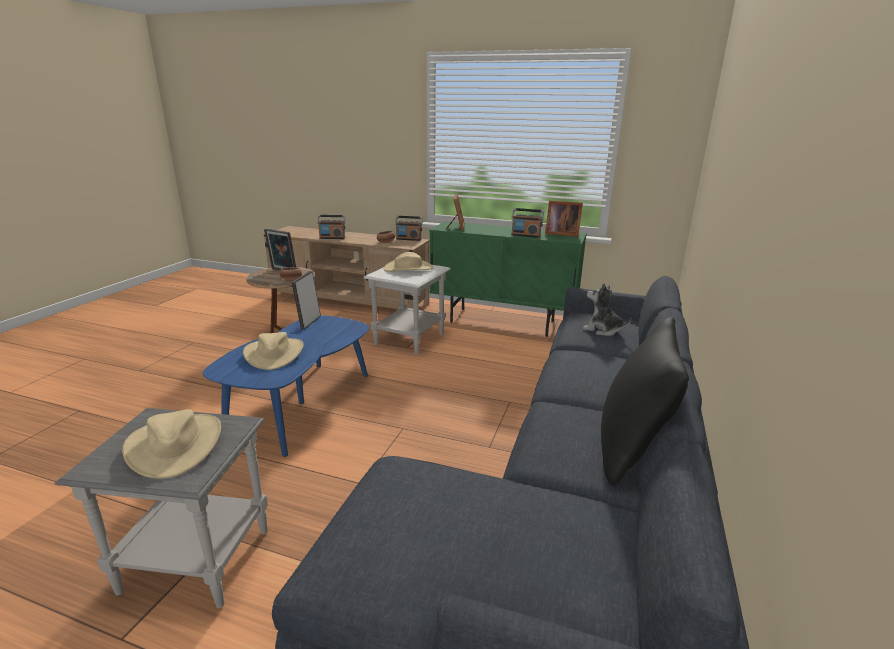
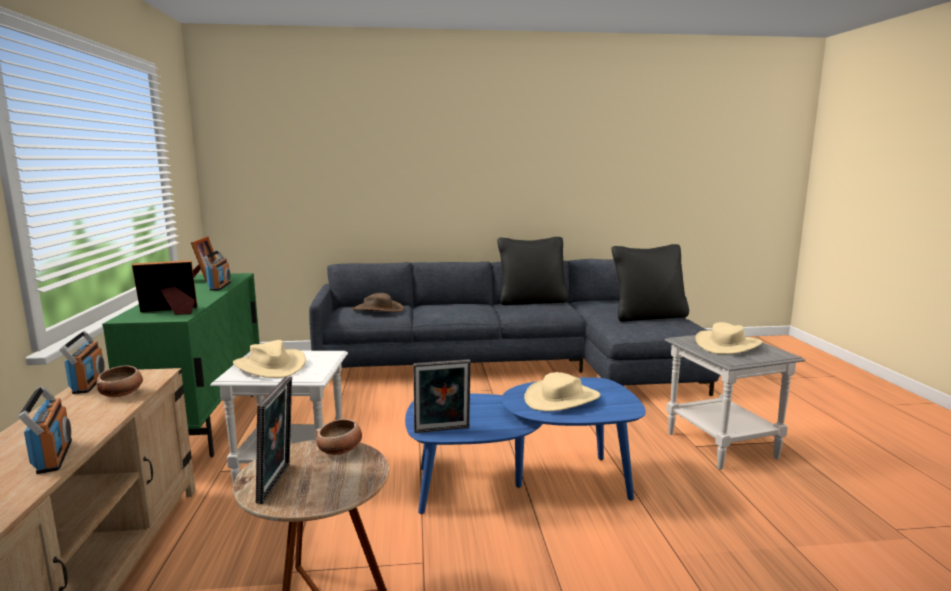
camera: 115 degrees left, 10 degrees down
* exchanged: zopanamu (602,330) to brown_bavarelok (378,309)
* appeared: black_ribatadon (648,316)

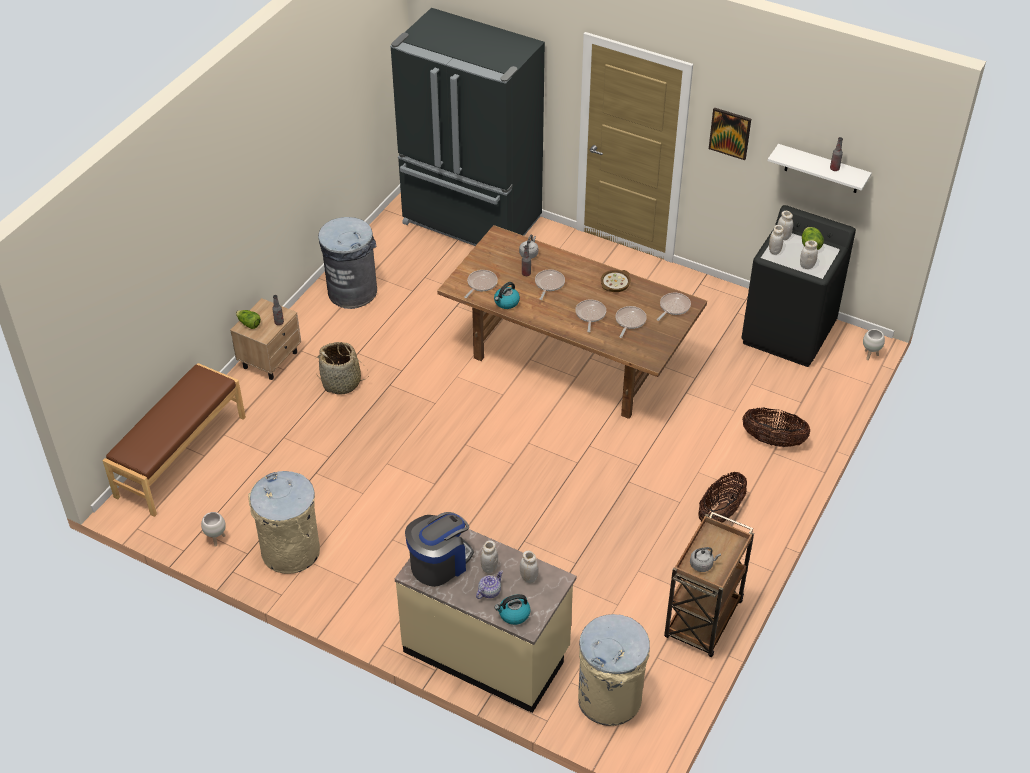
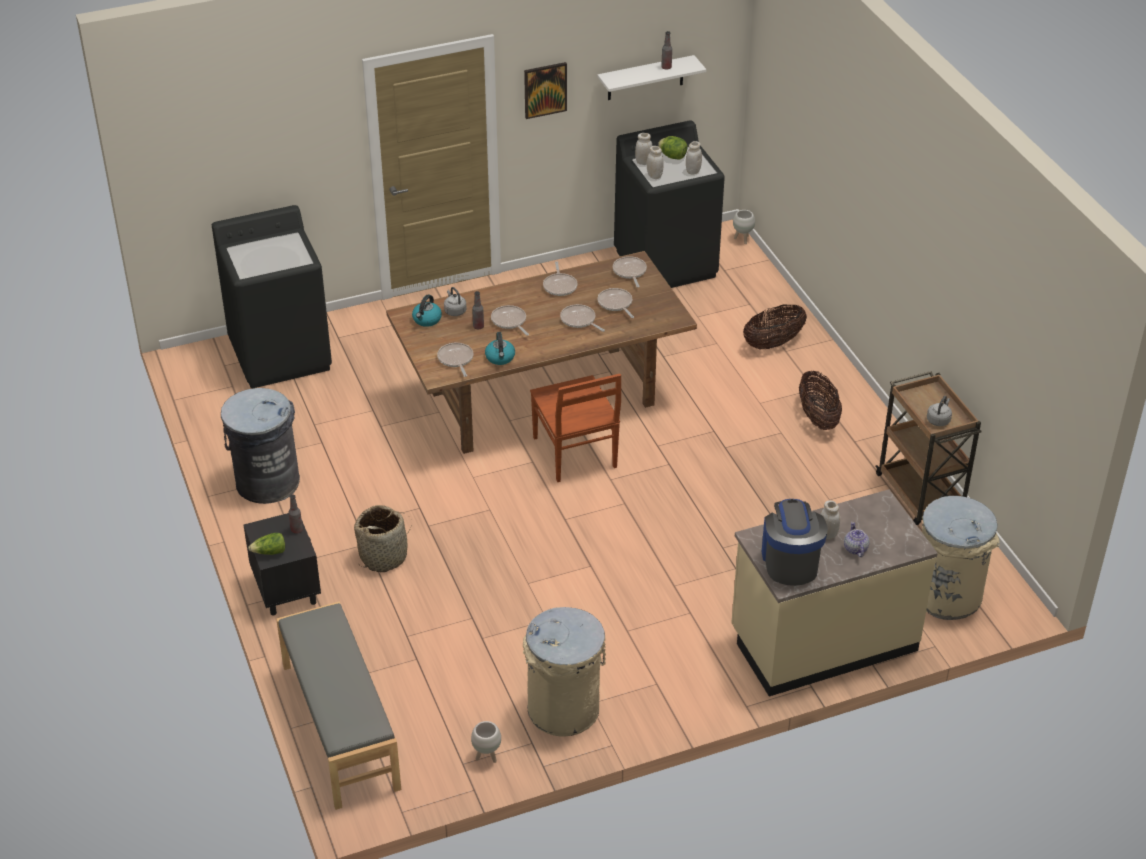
camera: 50 degrees left, 5 degrees down
* exchanged: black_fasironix (471,222) to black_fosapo (281,354)
* colour: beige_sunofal (271,359) to black_sunofal (286,589)
* colour: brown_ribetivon (180,456) to grey_ribetivon (339,726)
* relocated: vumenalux (513,614) to (427,320)
* appeared: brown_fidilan (575,454)
* exchanged: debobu (615,284) to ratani (560,286)
* missing: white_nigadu (529,578)

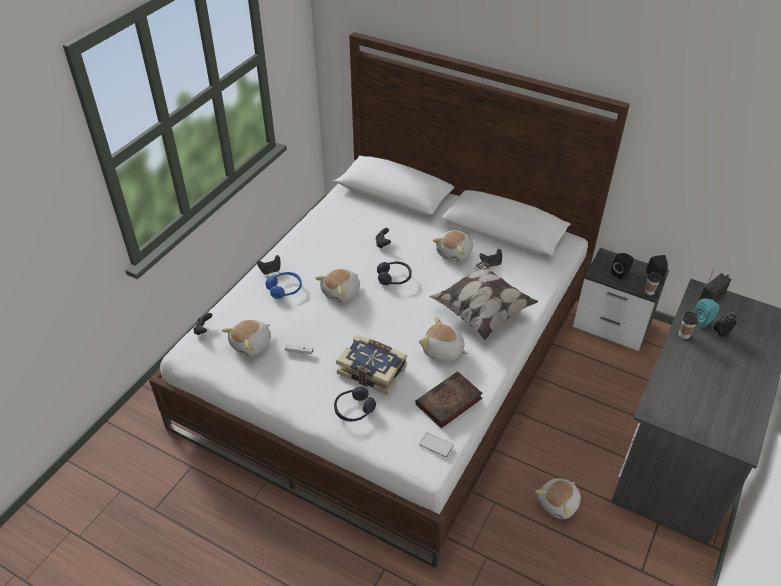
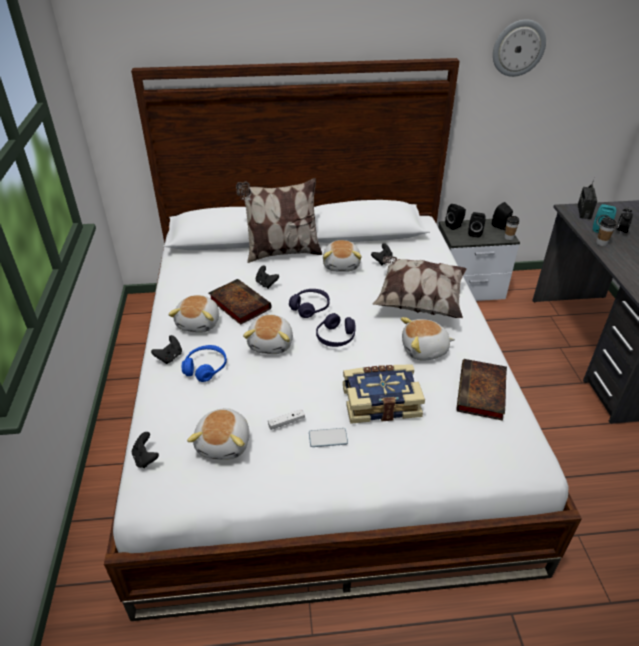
camera: 35 degrees left, 5 degrees down
* relocated: zopanamu (559,503) to (199,323)
* appeared: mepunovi (238,304)
* appeared: ribatadon (282,252)
* relocated: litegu (436,445) to (328,438)
* relocated: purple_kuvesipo (354,409) to (335,337)
* appeared: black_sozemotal (455,226)
* appeared: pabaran (518,48)

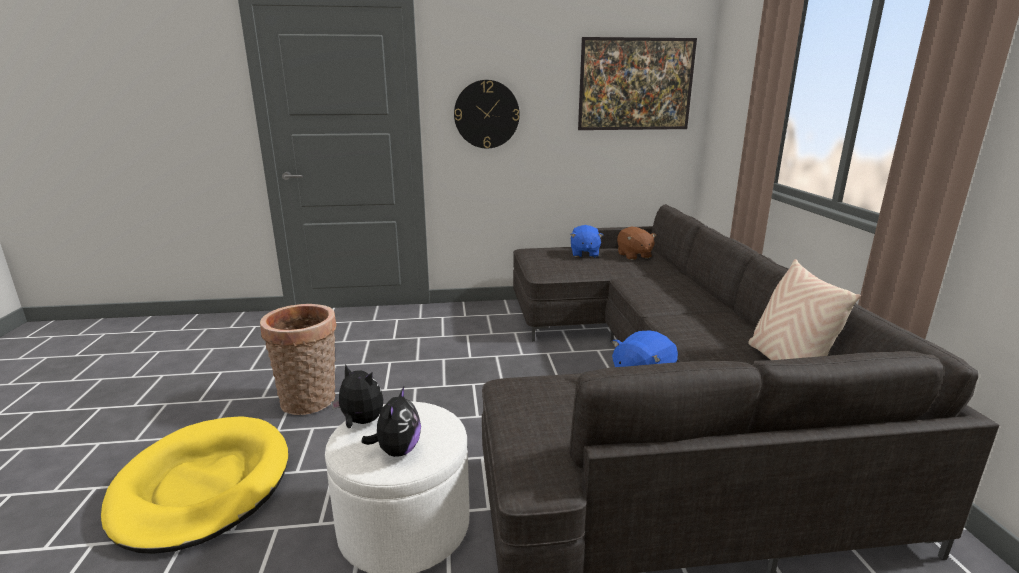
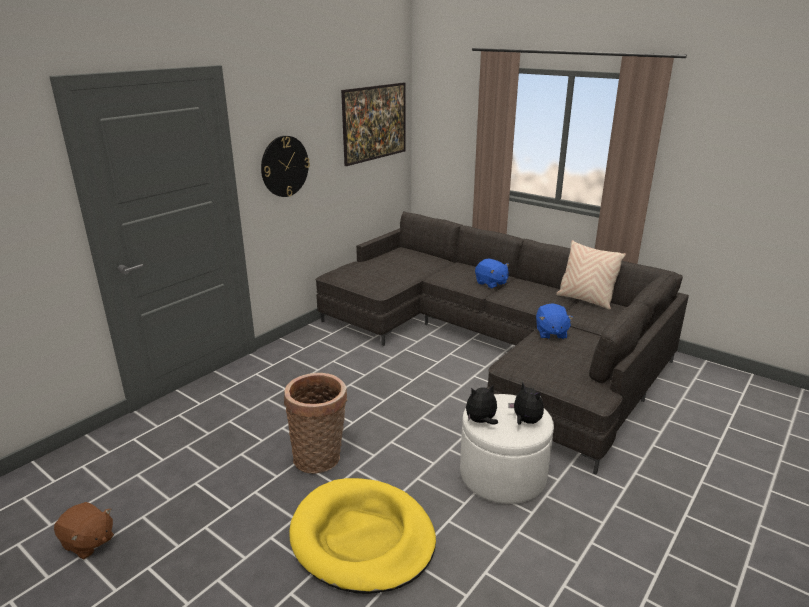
camera: 45 degrees left, 5 degrees up
* relocated: brown_zopanamu (634,255) to (88,542)
* relocated: blue_zopanamu (584,254) to (491,283)

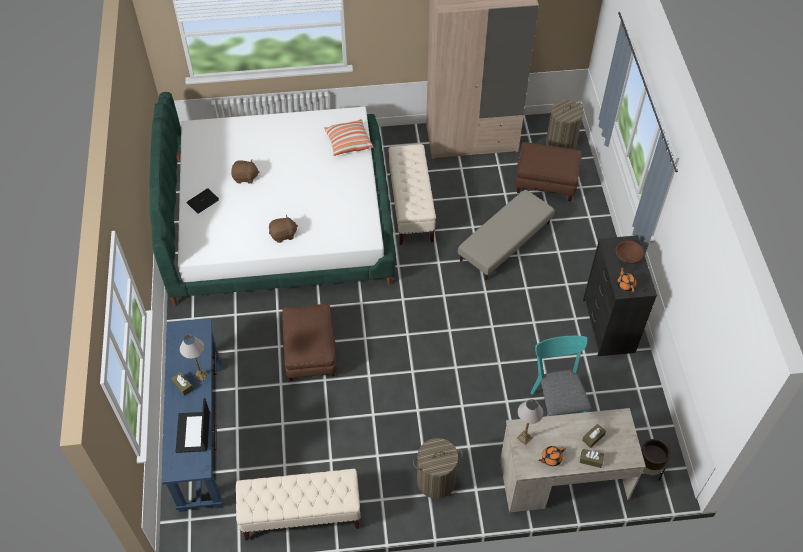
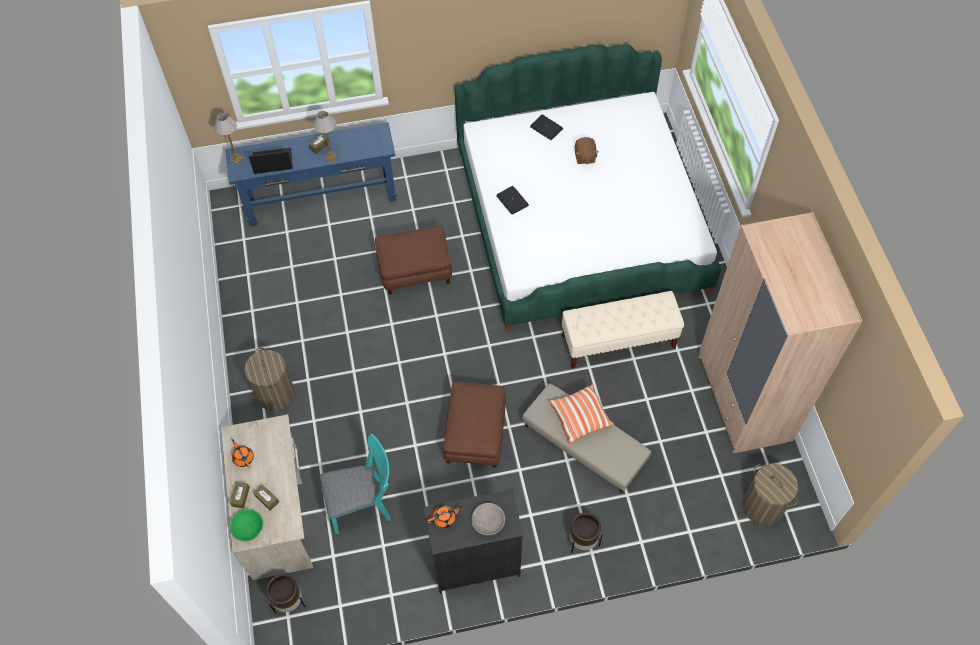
camera: 85 degrees right, 5 degrees up
* relocated: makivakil (525,437) to (236,159)
* appeared: green_debobu (248,528)
* relocated: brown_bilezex (546,181) to (475,434)
* colour: brown_debobu (628,256) to grey_debobu (488,522)
* exchanged: brown_zopanamu (283,235) to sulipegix (512,200)
* relocated: ribatadon (348,143) to (580,417)
* appeared: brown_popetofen (583,541)
* missing: beige_ribetivon (301,515)

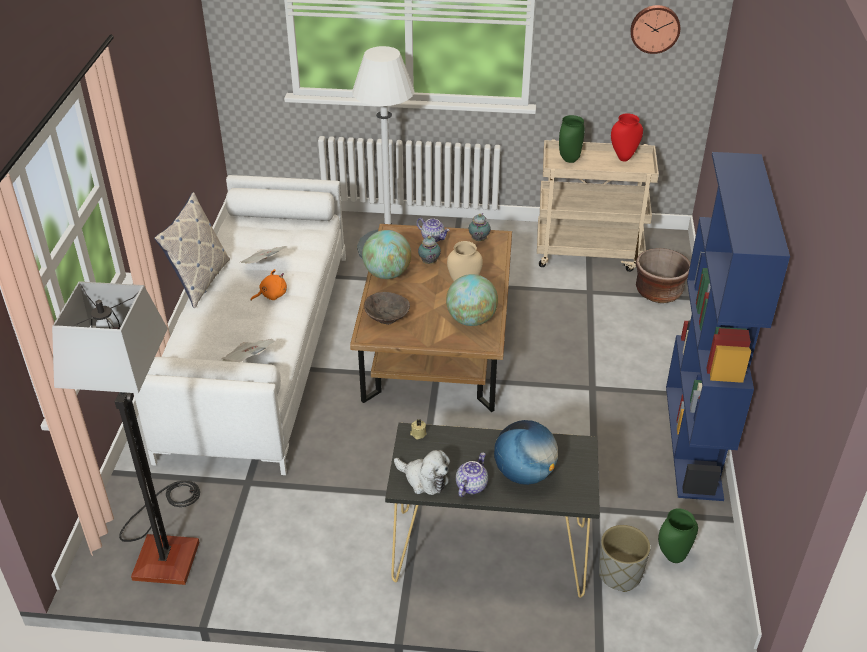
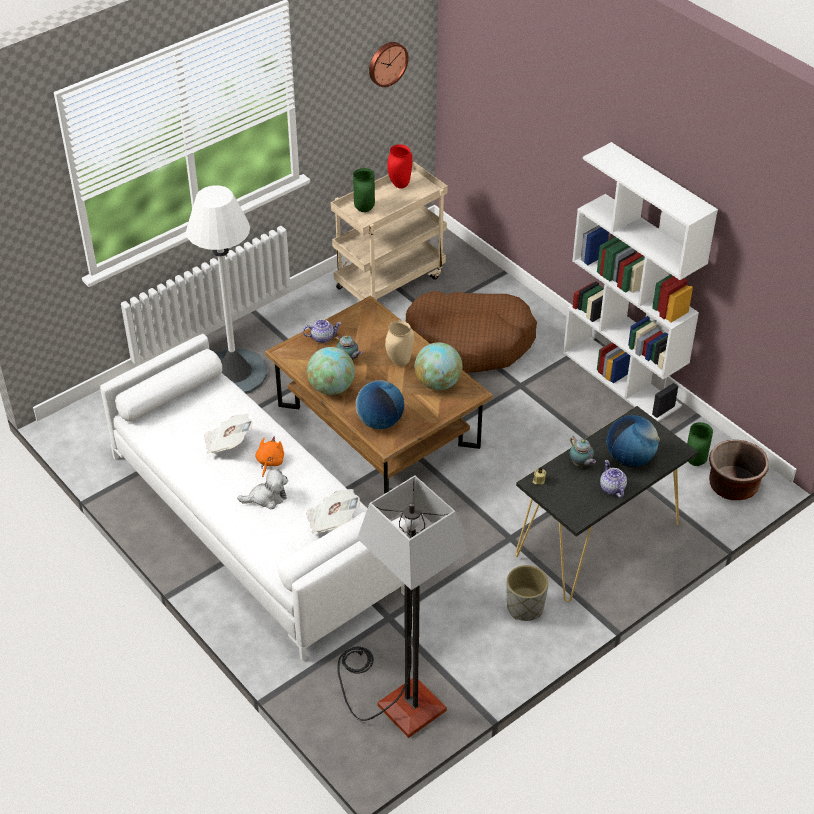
camera: 45 degrees left, 5 degrees up
* relocated: zopanamu (424,479) to (267,498)
* exchanged: brown_debobu (386,318) to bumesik (380,422)
* appeared: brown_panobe (470,341)
* relocated: grey_popetofen (619,574) to (524,608)
* colour: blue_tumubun (694,441) to white_tumubun (622,379)
* relocated: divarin (478,240) to (581,464)
* relocated: brown_popetofen (658,292) to (733,486)
* missing: ribatadon (200,281)

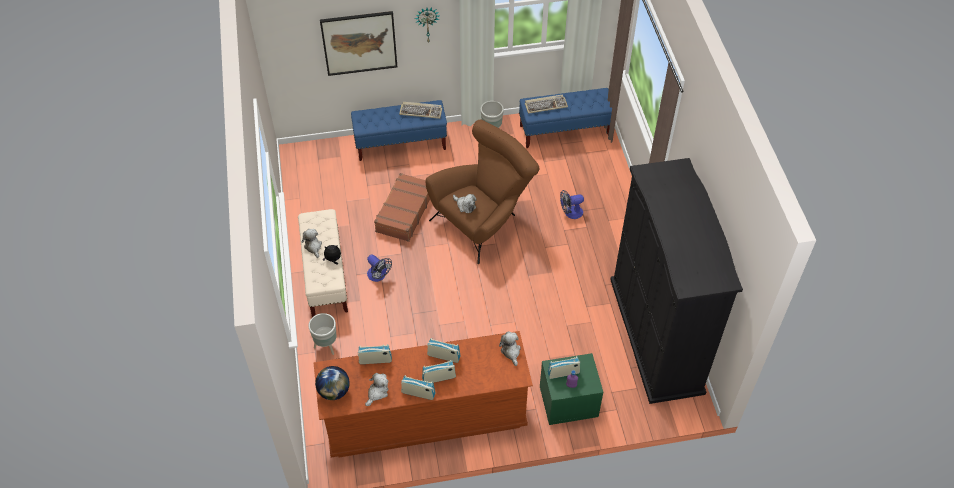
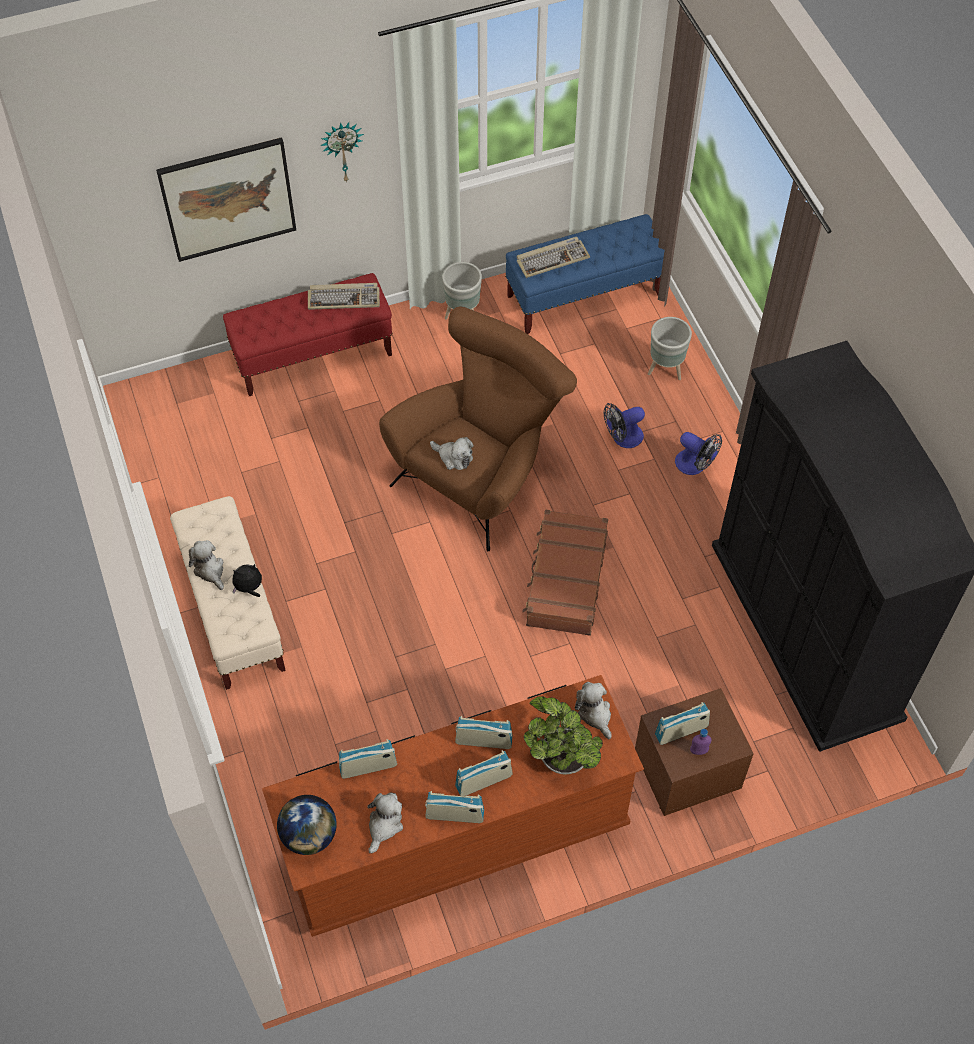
camera: 10 degrees left, 5 degrees up
* colour: blue_ribetivon (401,144) to red_ribetivon (313,356)
* relocated: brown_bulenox (404,212) to (565,580)
* appeared: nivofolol (561,756)
* colour: green_sunofal (568,402) to brown_sunofal (687,771)
* relocated: grey_popetofen (327,346) to (666,369)
* relocated: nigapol (378,276) to (695,465)

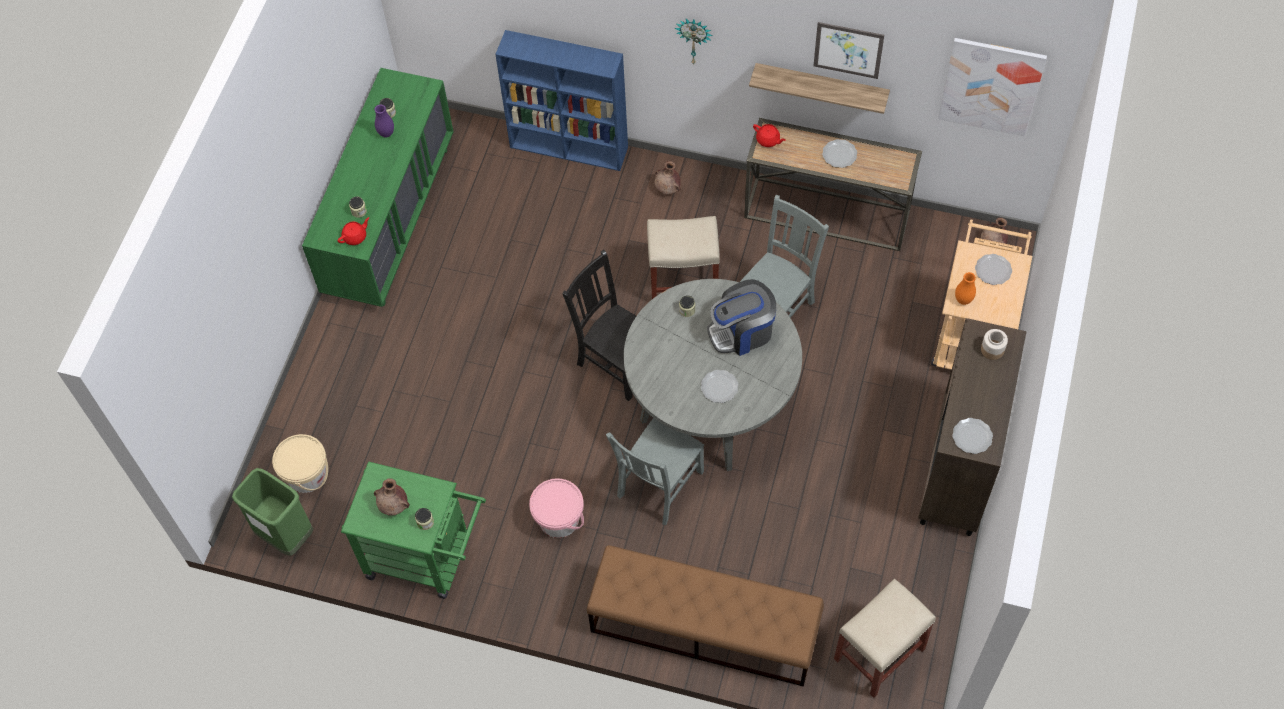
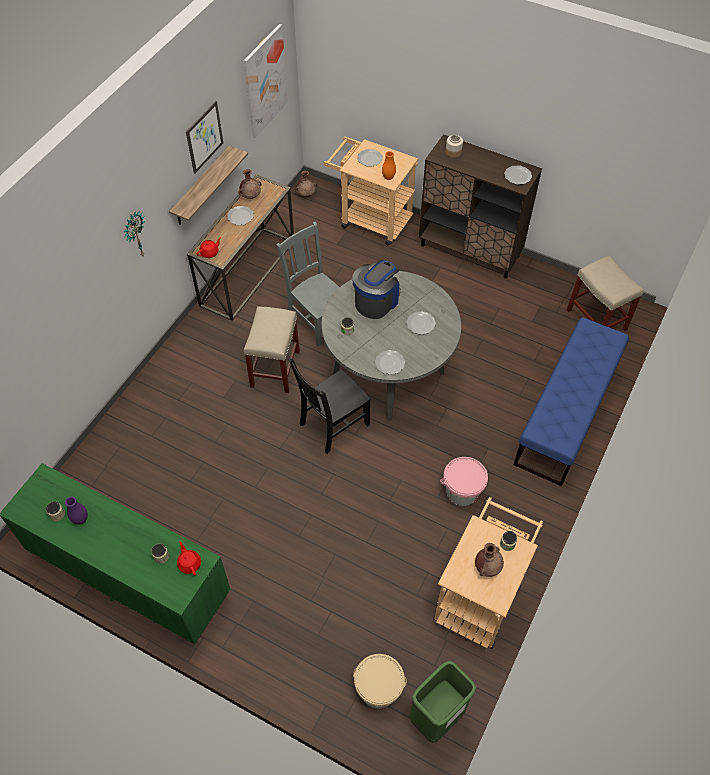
camera: 80 degrees left, 5 degrees down
* relocated: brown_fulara (668,189) to (251,196)
* spun: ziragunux (742,332) = (376,301) 135 degrees counterclockwise
* appeared: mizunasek (390,363)
* colour: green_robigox (427,558) to beige_robigox (480,595)
* colour: brown_ribetivon (703,628) to blue_ribetivon (566,413)
* missing: blue_tumubun (570,147)
* missing: grey_fidilan (658,486)

